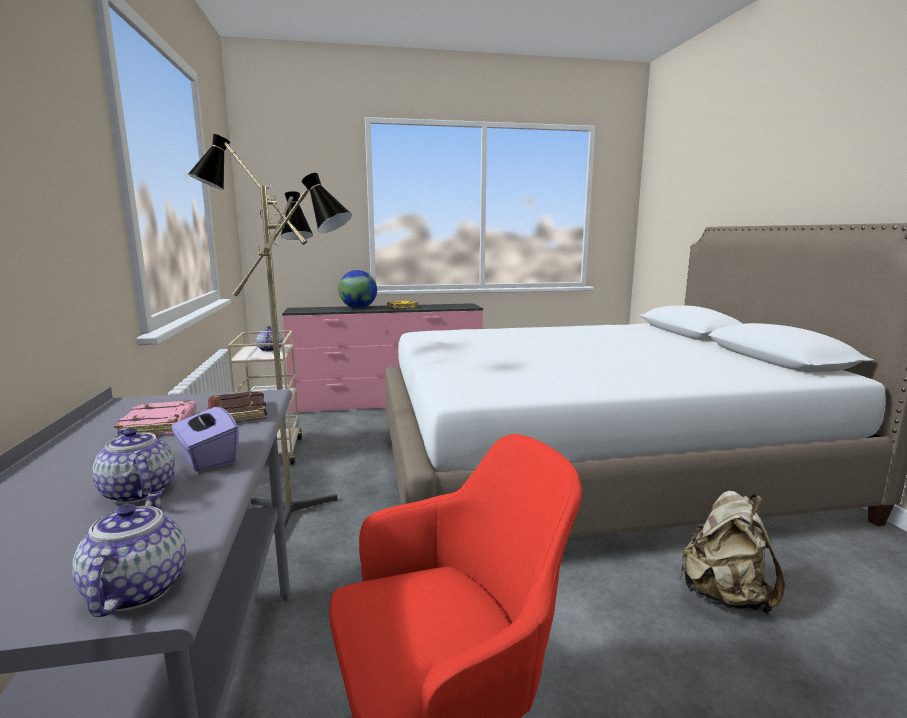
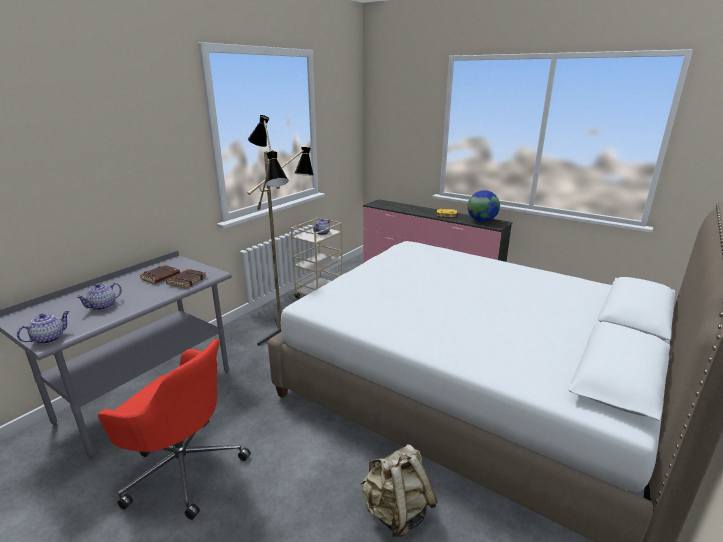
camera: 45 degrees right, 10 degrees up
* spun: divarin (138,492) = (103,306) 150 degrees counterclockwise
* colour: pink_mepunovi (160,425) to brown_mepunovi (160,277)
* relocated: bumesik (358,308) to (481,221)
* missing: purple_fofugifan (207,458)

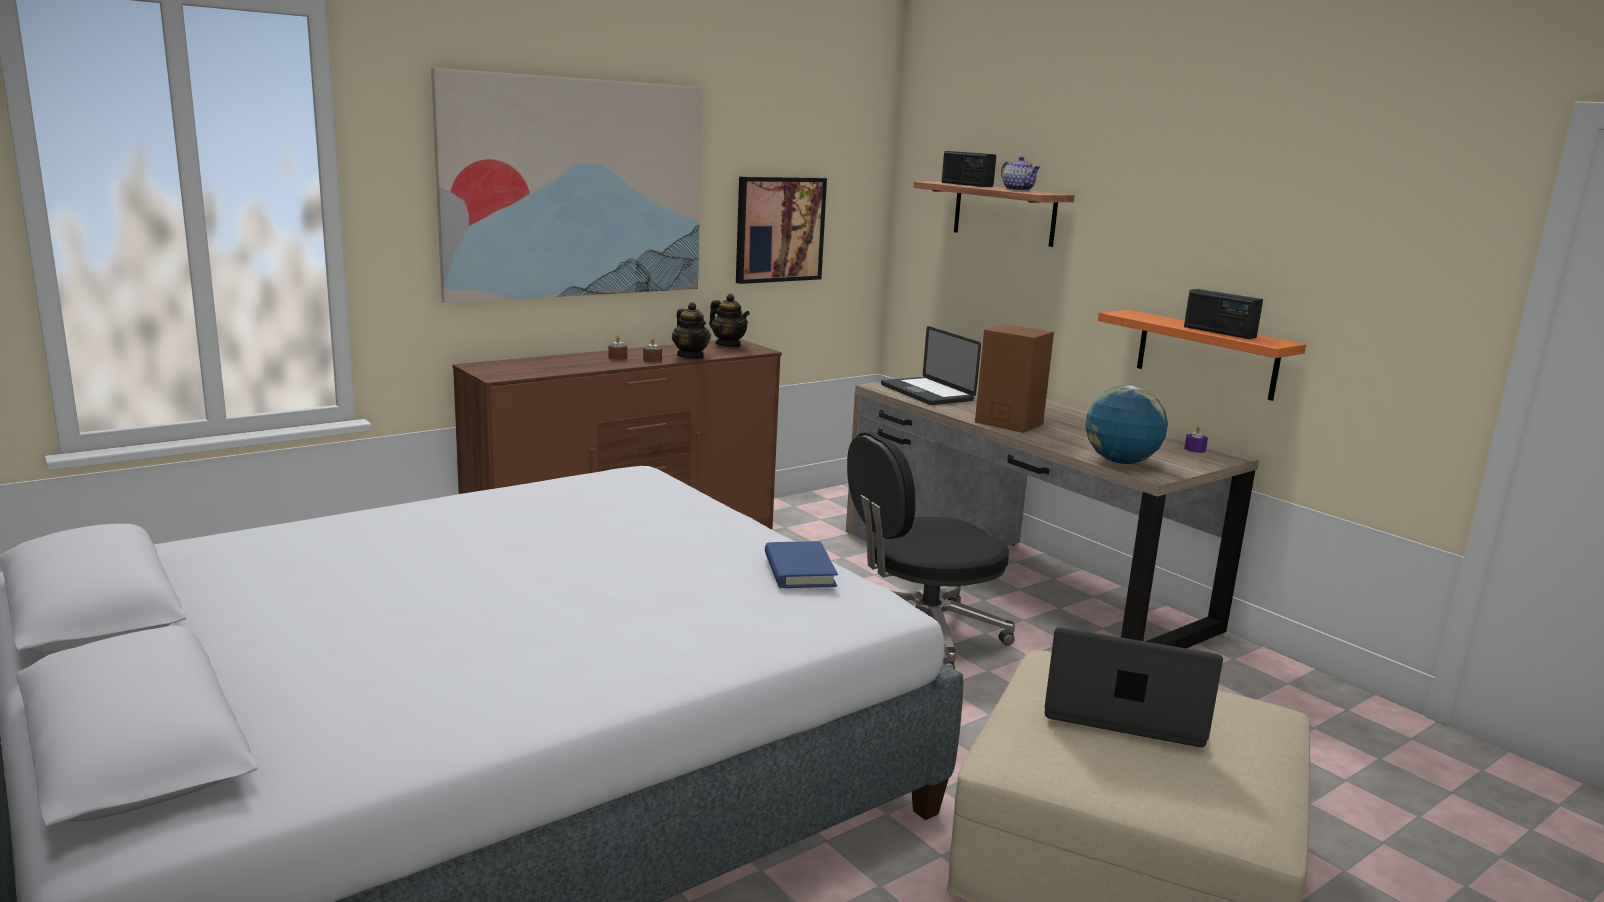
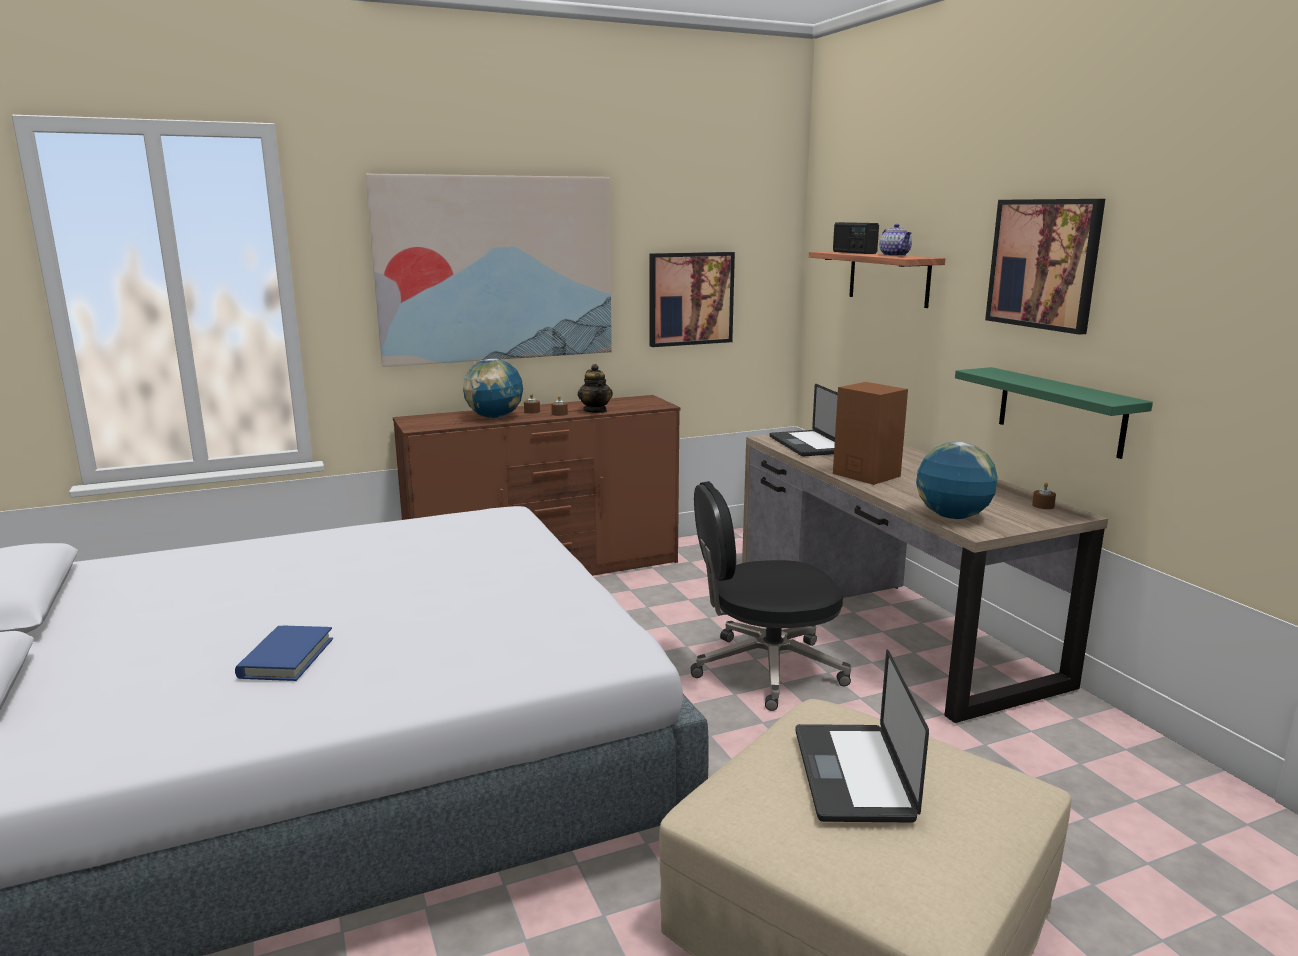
camera: 15 degrees right, 0 degrees up
* relocated: blue_mepunovi (799,570) to (286,658)
* appeared: bumesik (494,417)
* spun: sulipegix (1123,712) = (852,774) 120 degrees counterclockwise
* colour: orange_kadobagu (1206,354) to green_kadobagu (1060,411)
* appeared: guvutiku (1044,264)
* colour: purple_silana (1195,449) to brown_silana (1043,506)
* missing: divarin (728,345)
* missing: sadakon (1219,332)

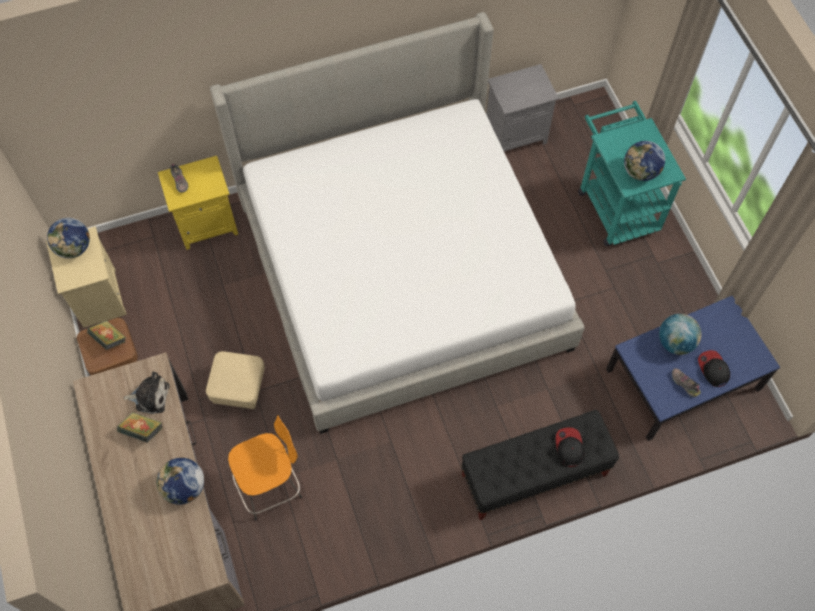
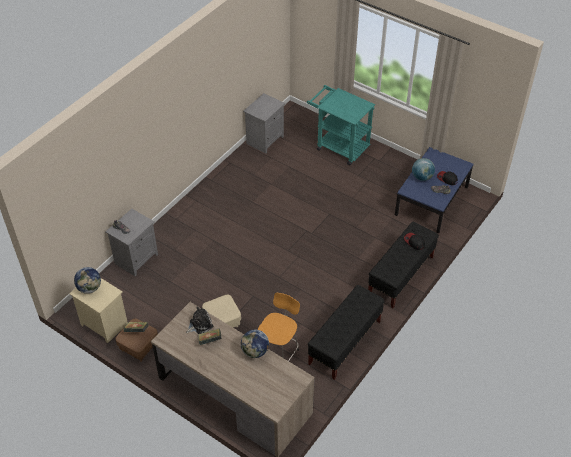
camera: 35 degrees left, 15 degrees down
* colour: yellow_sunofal (208,223) to grey_sunofal (136,258)
* appeared: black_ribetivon (344,343)
* missing: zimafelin (401,270)
* missing: bumesik (640,172)

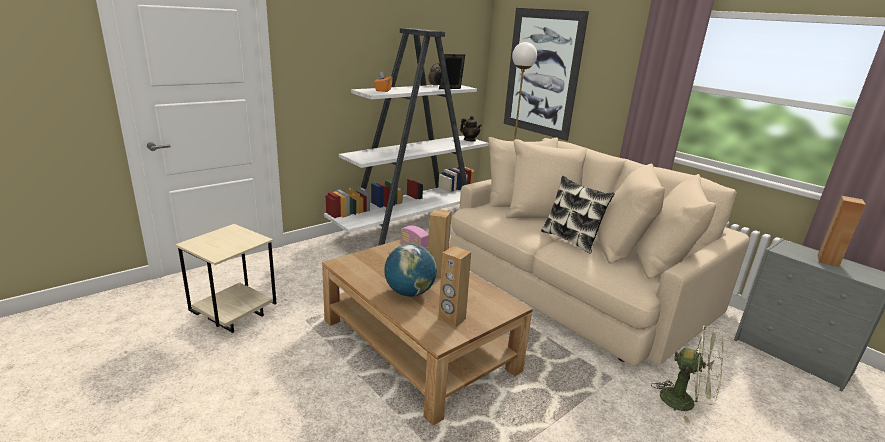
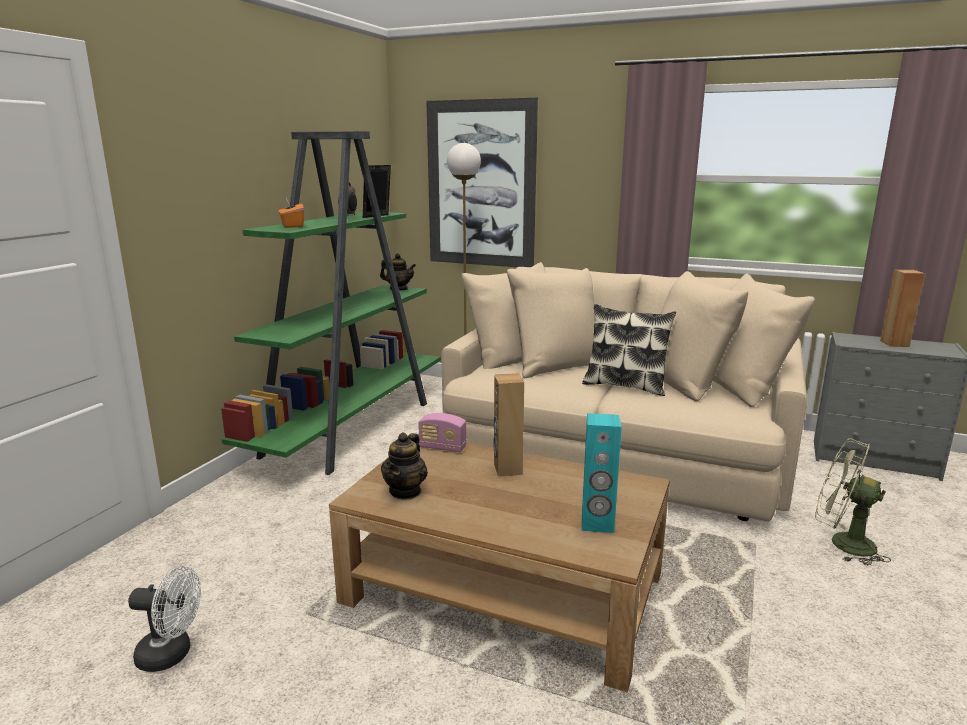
camera: 25 degrees left, 5 degrees down
* exchanged: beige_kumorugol (234,317) to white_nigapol (172,654)
* colour: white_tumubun (415,225) to green_tumubun (351,427)
* appeared: divarin (405,491)
* colour: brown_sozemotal (451,319) to turquoise_sozemotal (597,524)
* spun: green_nigapol (685,402) = (842,543) 150 degrees counterclockwise
* missing: bumesik (409,292)

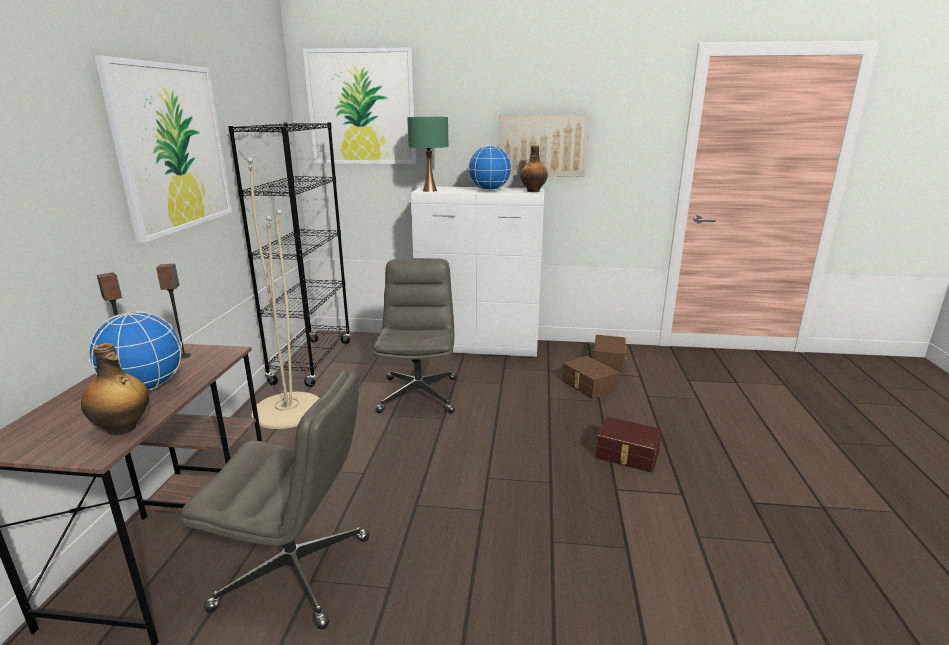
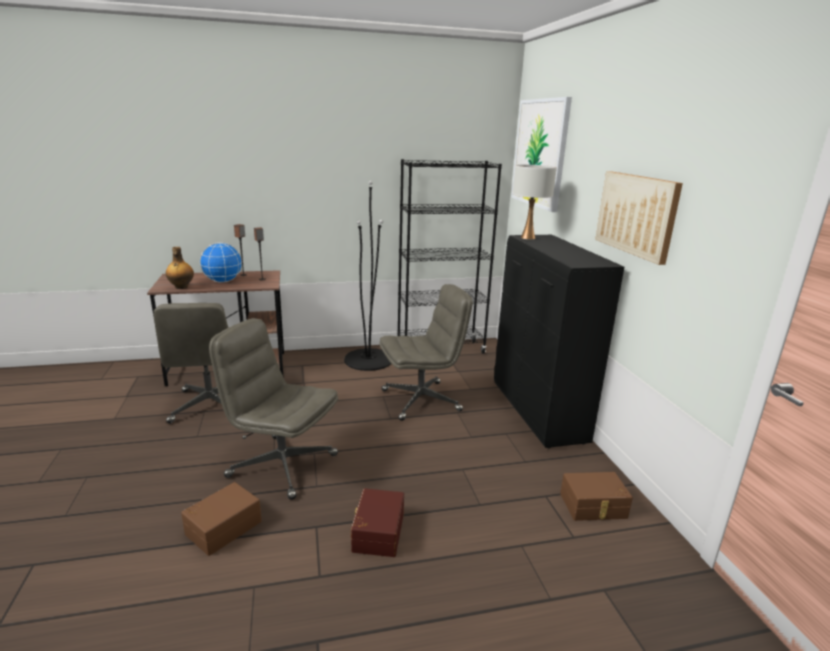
camera: 70 degrees right, 0 degrees up
* relocated: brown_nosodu (587,386) to (222,527)
* appeared: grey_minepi (281,465)
* colour: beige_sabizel (287,410) to black_sabizel (368,360)
* colour: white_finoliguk (479,347) to black_finoliguk (538,413)
* colour: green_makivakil (429,190) to white_makivakil (527,238)
* missing: guvutiku (172,148)
* missing: bumesik (489,190)
* missing: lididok (533,191)

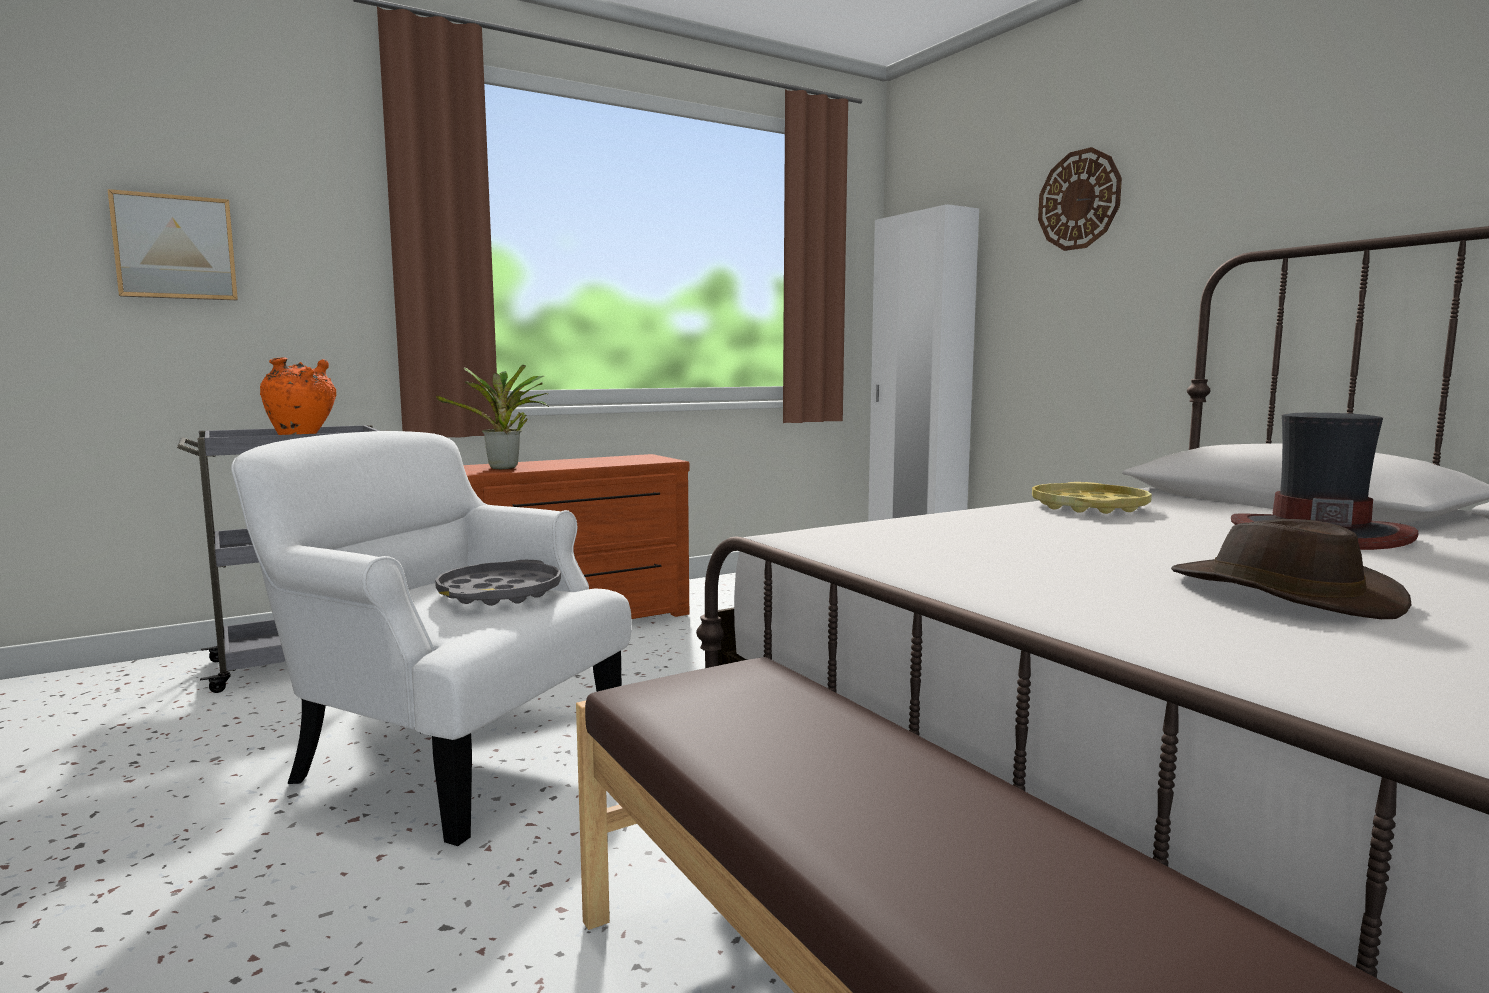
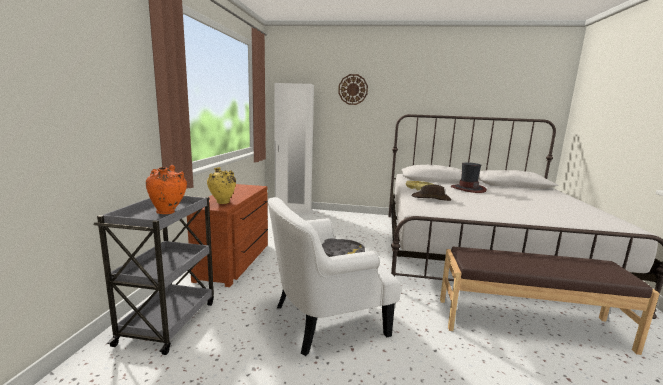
camera: 50 degrees left, 5 degrees up
* exchanged: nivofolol (504,468) to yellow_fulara (222,203)
* relocated: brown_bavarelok (1281,594) to (431,198)
* missing: guvutiku (175,248)

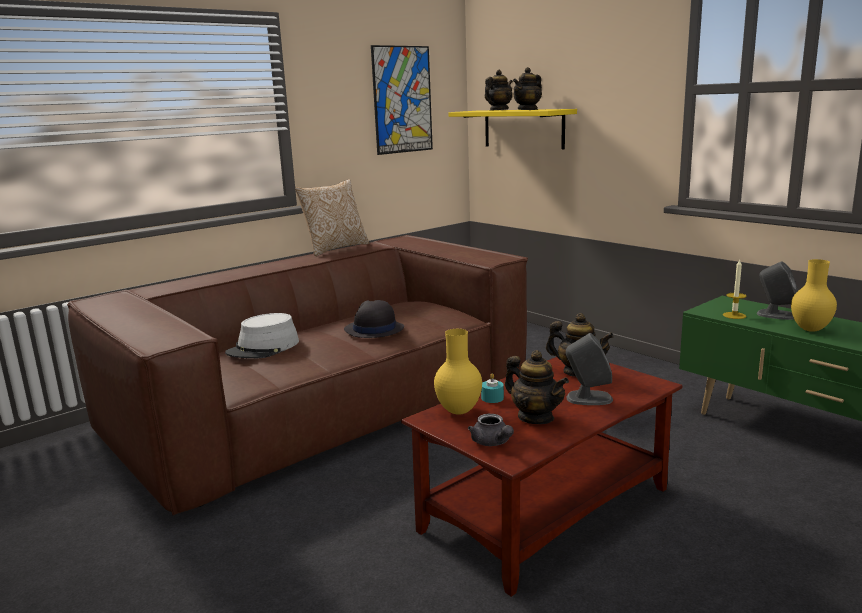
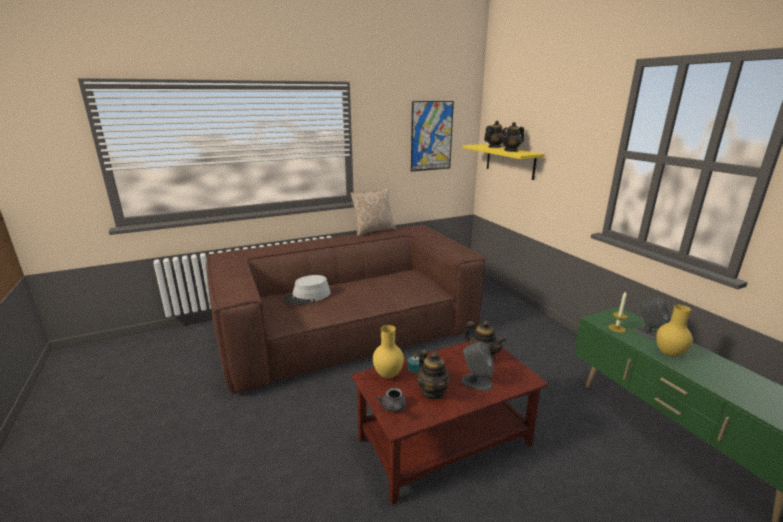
camera: 15 degrees right, 5 degrees up
* missing: black_bavarelok (373,329)

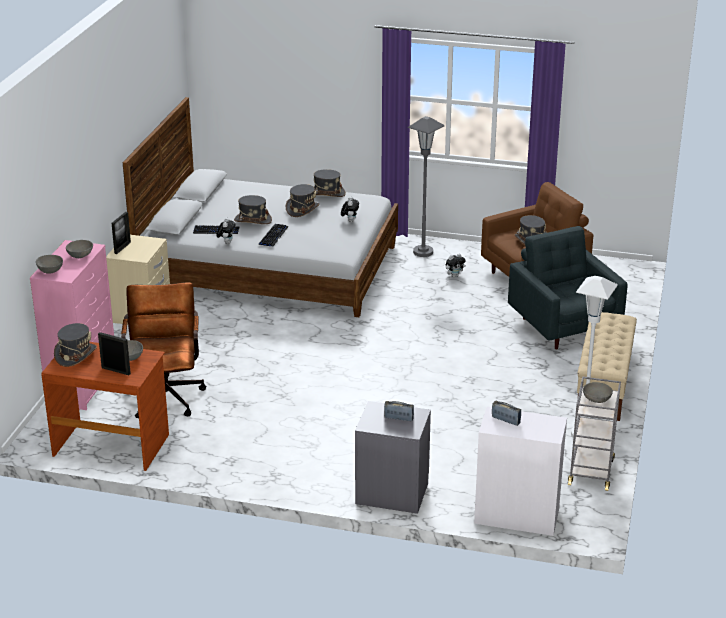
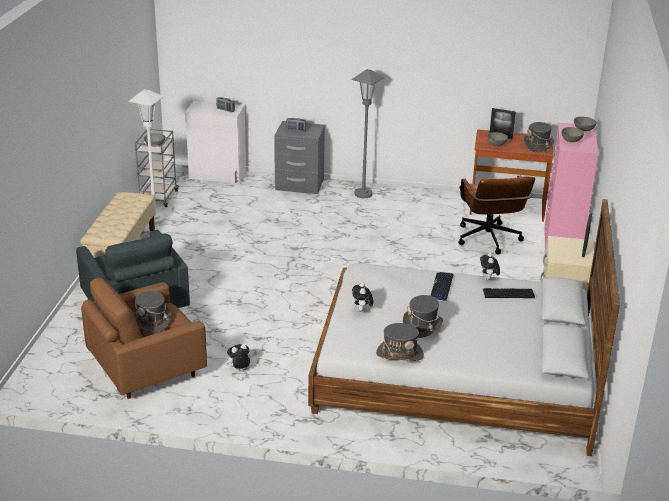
camera: 175 degrees right, 0 degrees up
* relocated: grey_sabizel (423,252) to (363,194)
* missing: grey_bavarelok (252,220)

